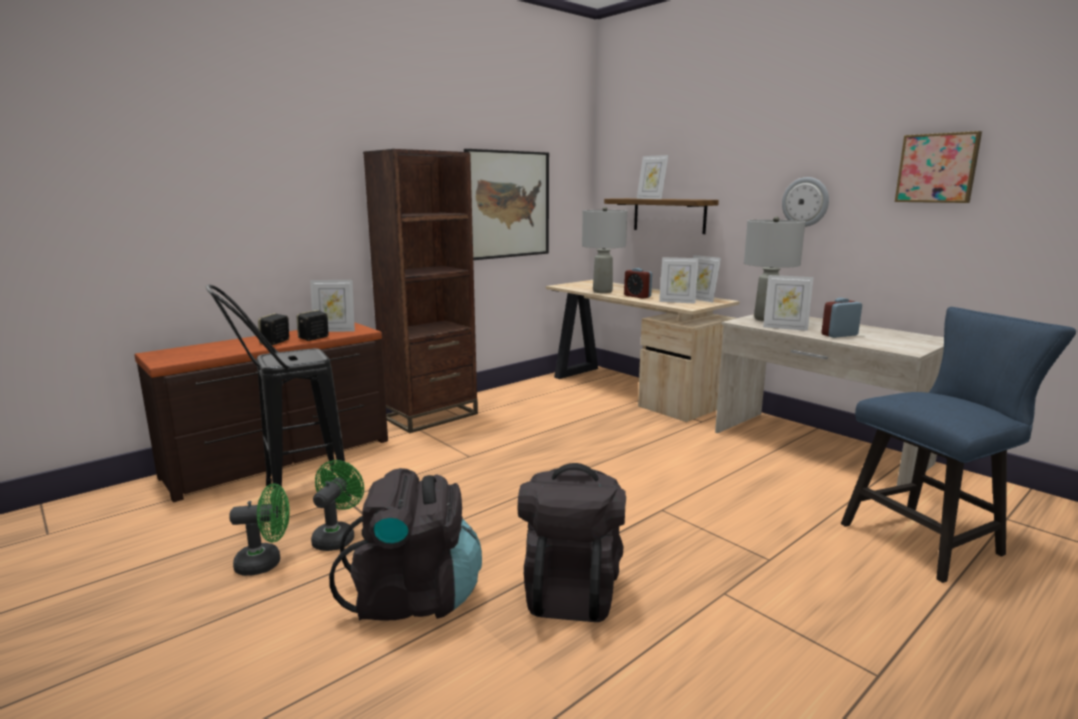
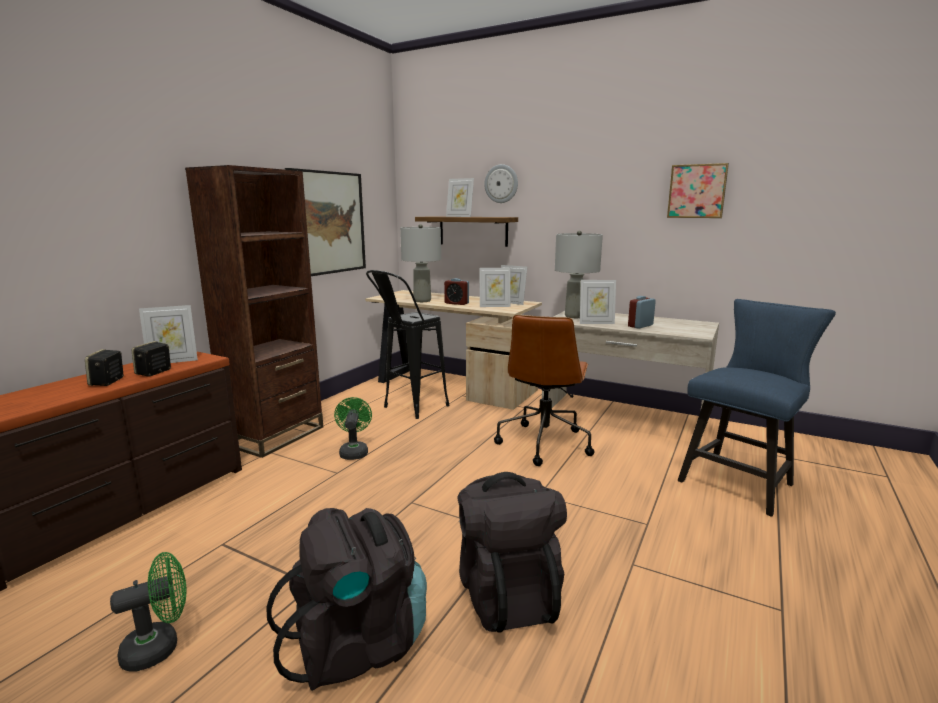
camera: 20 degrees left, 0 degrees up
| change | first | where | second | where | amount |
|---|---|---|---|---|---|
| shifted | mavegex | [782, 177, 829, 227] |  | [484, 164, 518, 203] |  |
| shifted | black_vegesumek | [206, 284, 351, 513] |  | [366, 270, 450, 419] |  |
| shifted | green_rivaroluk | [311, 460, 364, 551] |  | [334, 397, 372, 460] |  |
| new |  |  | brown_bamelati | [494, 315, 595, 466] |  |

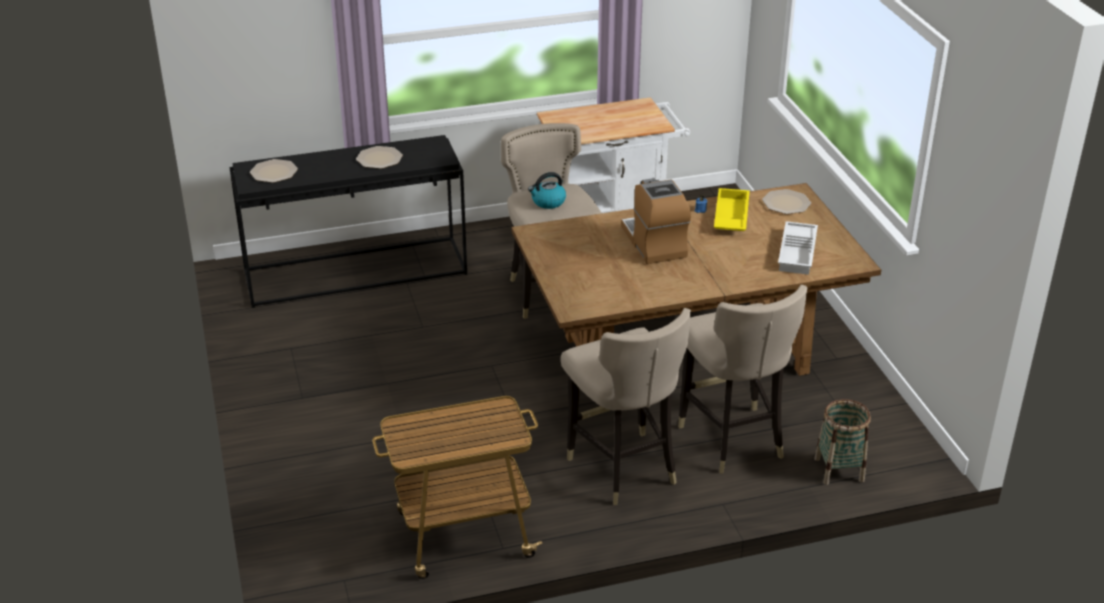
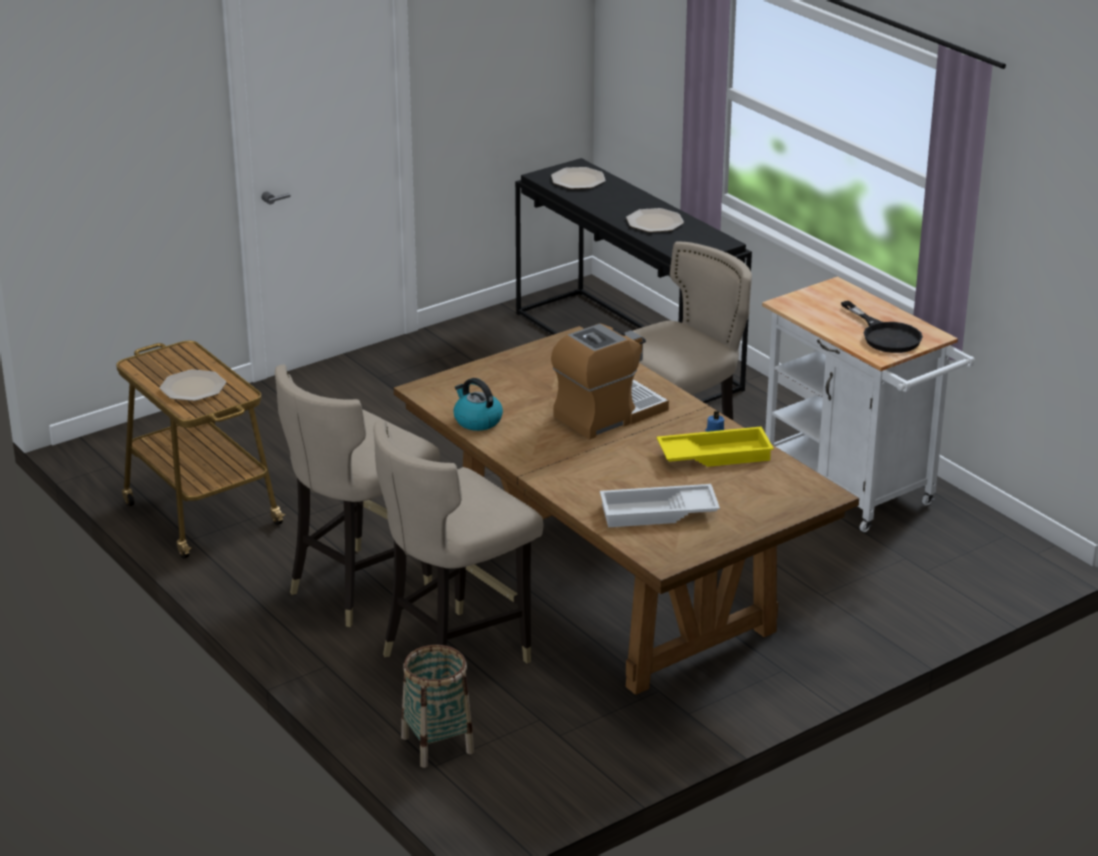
camera: 70 degrees right, 5 degrees down
| change | first | where | second | where | amount |
|---|---|---|---|---|---|
| shifted | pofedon | [528, 172, 566, 209] |  | [453, 378, 503, 431] |  |
| shifted | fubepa | [762, 189, 811, 214] |  | [160, 369, 226, 401] |  |
| new |  |  | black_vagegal | [841, 301, 923, 353] |  |

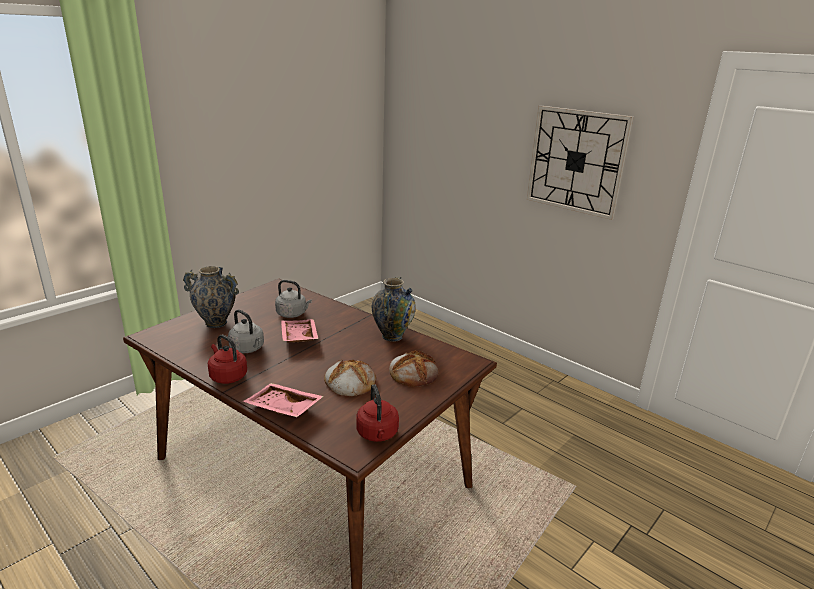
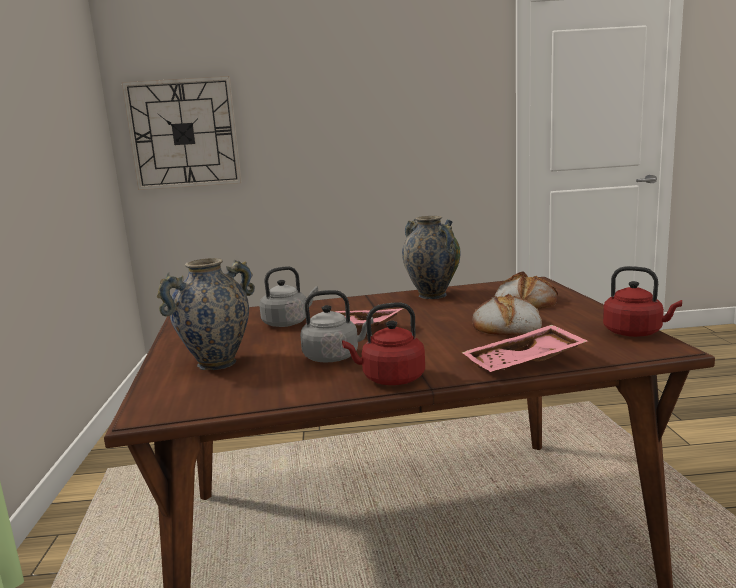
camera: 45 degrees left, 10 degrees down
| change | first | where | second | where | amount |
|---|---|---|---|---|---|
| shifted | mavegex | [527, 106, 634, 220] |  | [122, 76, 242, 190] |  |

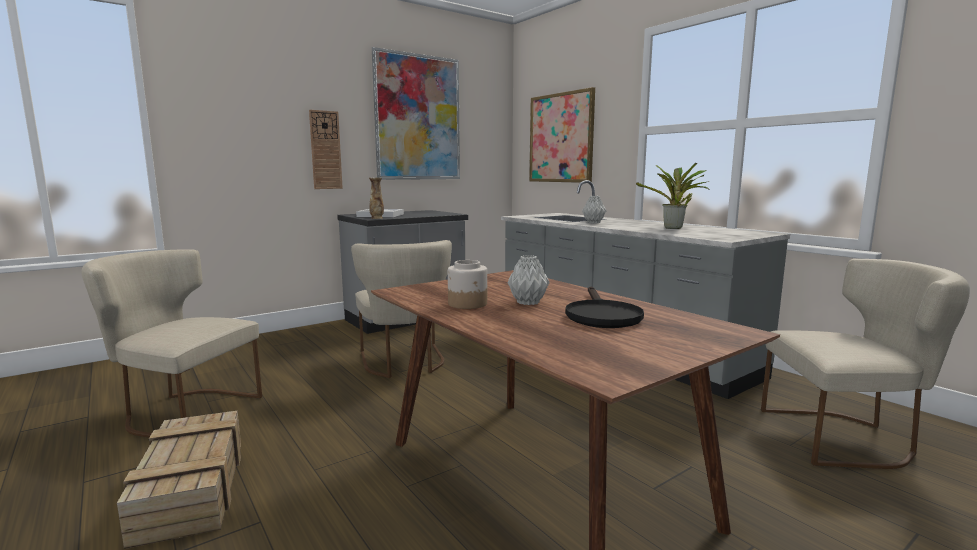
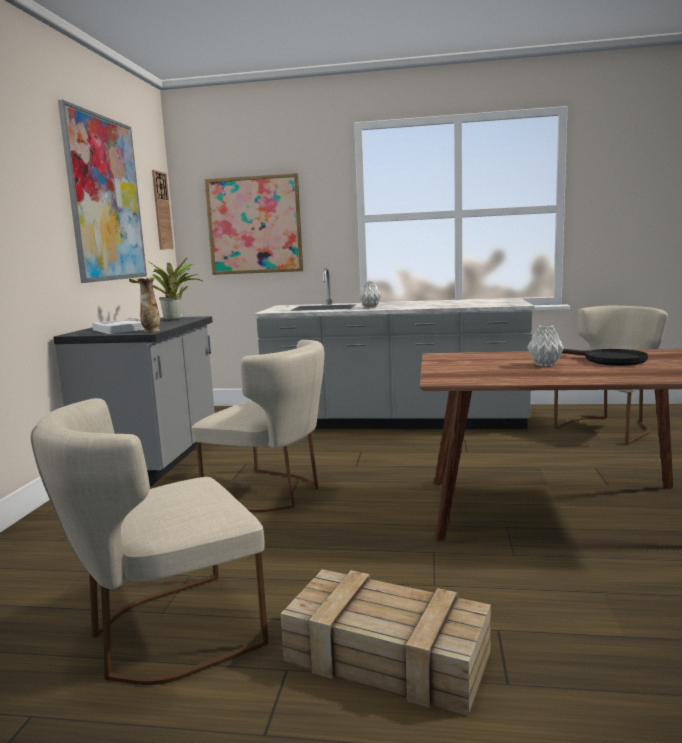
camera: 45 degrees left, 0 degrees up
| change | first | where | second | where | amount |
|---|---|---|---|---|---|
| shifted | mavegex | [309, 110, 343, 189] |  | [152, 170, 174, 249] |  |
| shifted | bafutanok | [636, 163, 710, 229] |  | [129, 258, 202, 320] |  |
| gone | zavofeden | [448, 260, 487, 309] |  |  |  |

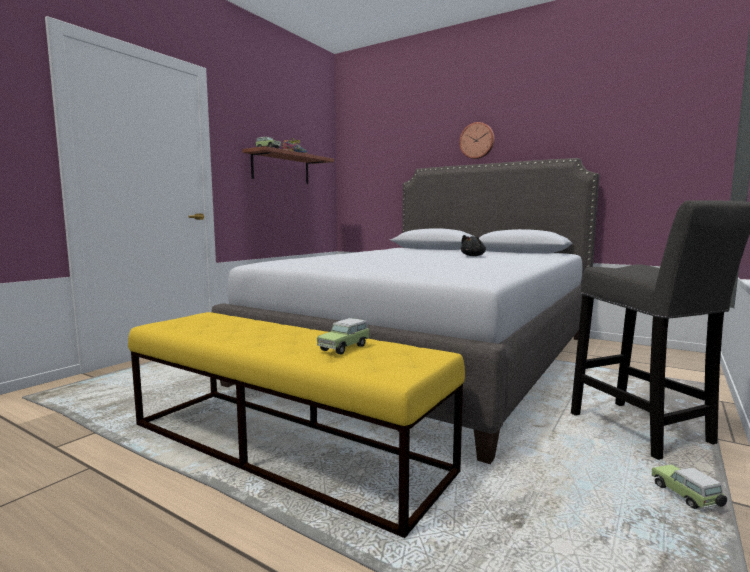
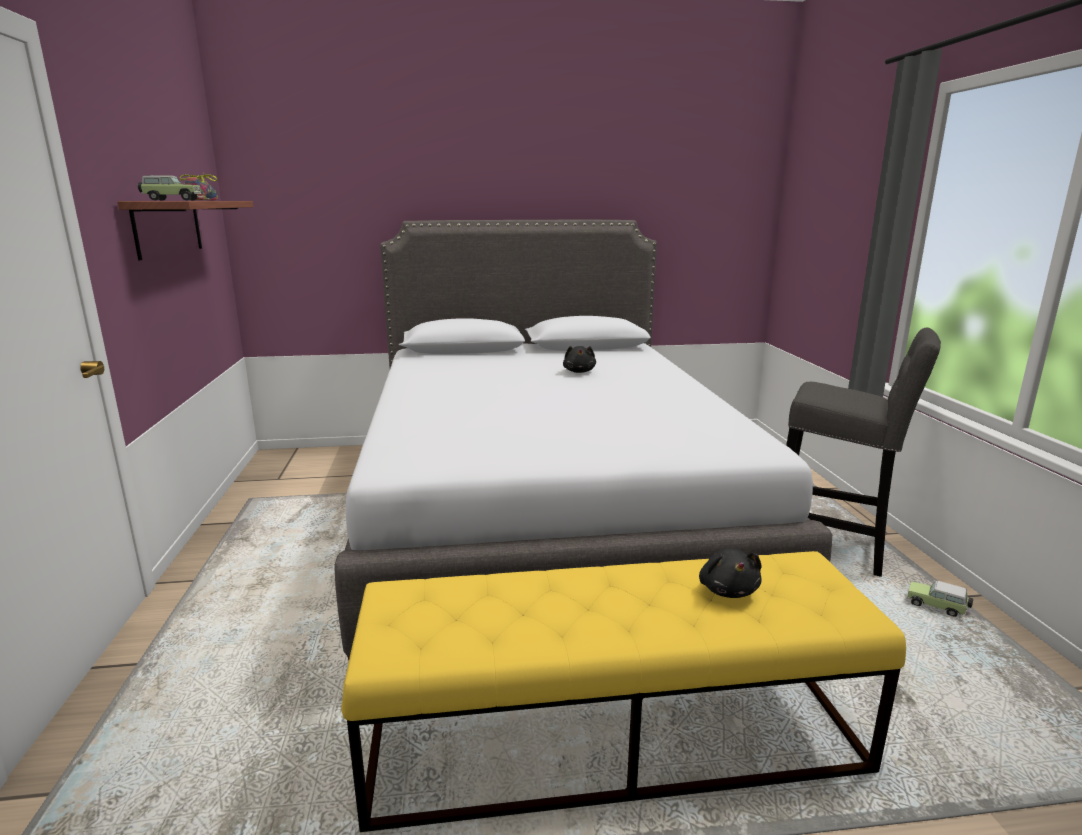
camera: 40 degrees left, 10 degrees up
| change | first | where | second | where | amount |
|---|---|---|---|---|---|
| gone | mavegex | [459, 122, 494, 159] |  |  |  |
| swapped | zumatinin | [317, 318, 370, 354] | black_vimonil | [699, 548, 762, 598] |  |

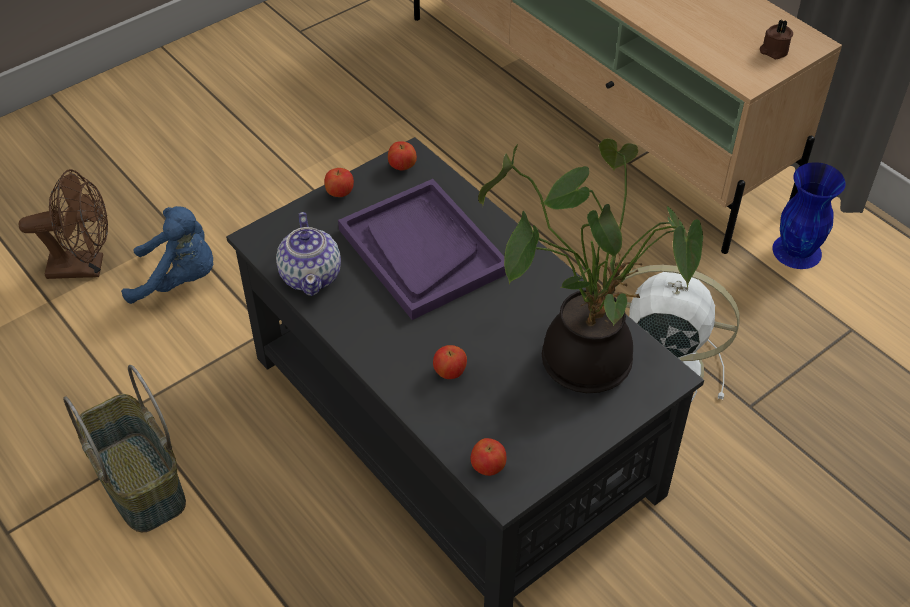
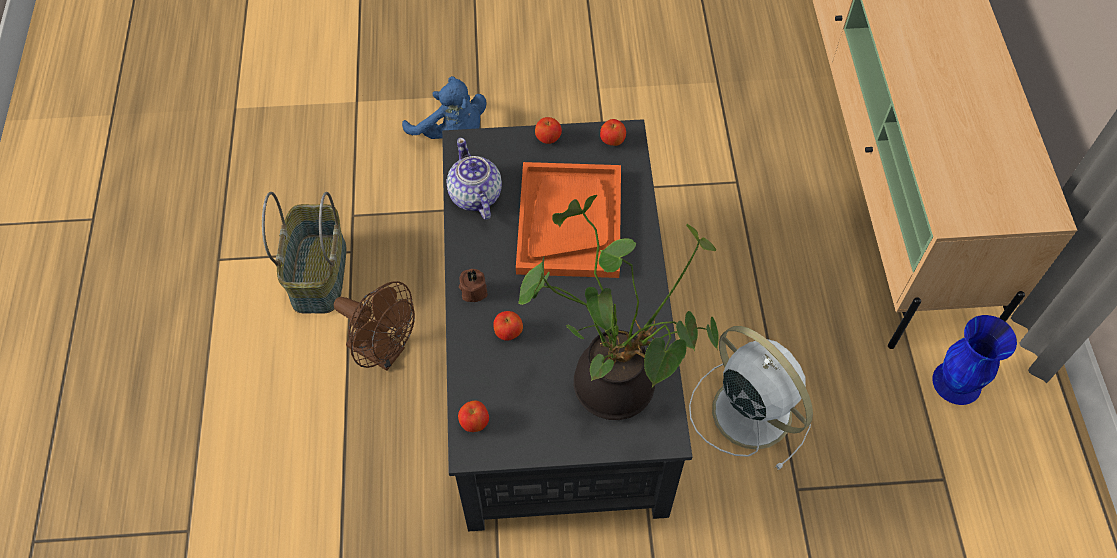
camera: 35 degrees right, 10 degrees up
| change | first | where | second | where | amount |
|---|---|---|---|---|---|
| shifted | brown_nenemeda | [760, 20, 793, 59] |  | [459, 269, 488, 302] |  |
| shifted | brown_rivaroluk | [19, 169, 108, 279] |  | [334, 281, 415, 371] |  |
| repainted | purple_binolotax | [338, 179, 506, 320] | orange_binolotax | [516, 162, 621, 278] |  |
| rotated | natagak | [276, 212, 341, 296] |  | [447, 138, 502, 220] | 135 degrees clockwise |

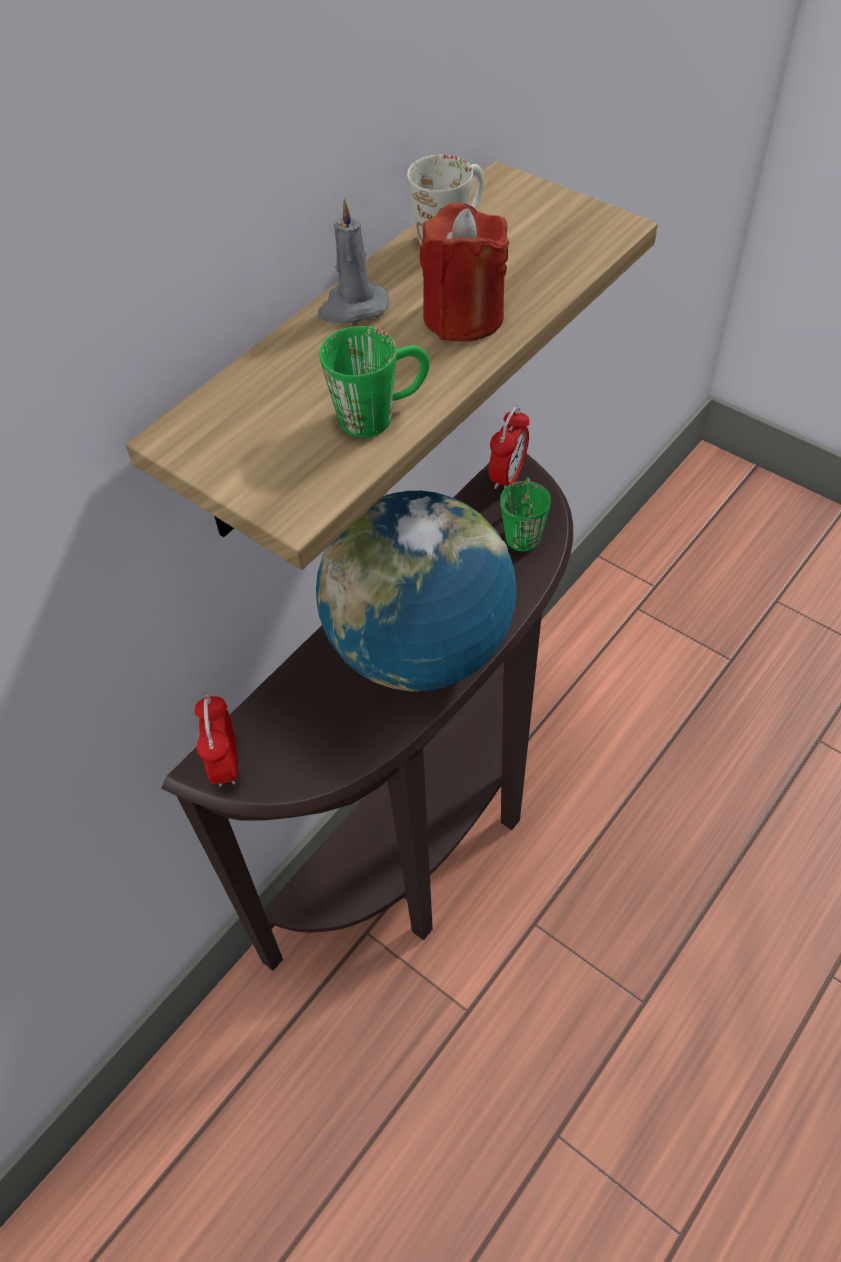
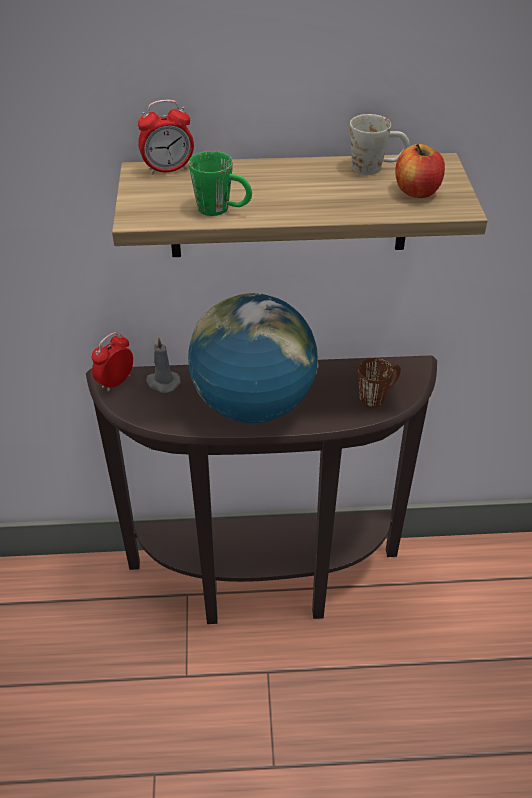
camera: 45 degrees right, 10 degrees down
| change | first | where | second | where | amount |
|---|---|---|---|---|---|
| shifted | grey_nenemeda | [318, 199, 389, 323] |  | [146, 337, 181, 393] |  |
| gone | red_nenemeda | [419, 203, 509, 342] |  |  |  |
| shifted | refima | [489, 407, 530, 489] |  | [138, 100, 194, 175] |  |
| repainted | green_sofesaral | [500, 477, 551, 551] | brown_sofesaral | [358, 358, 401, 408] |  |
| new |  |  | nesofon | [395, 144, 445, 198] |  |

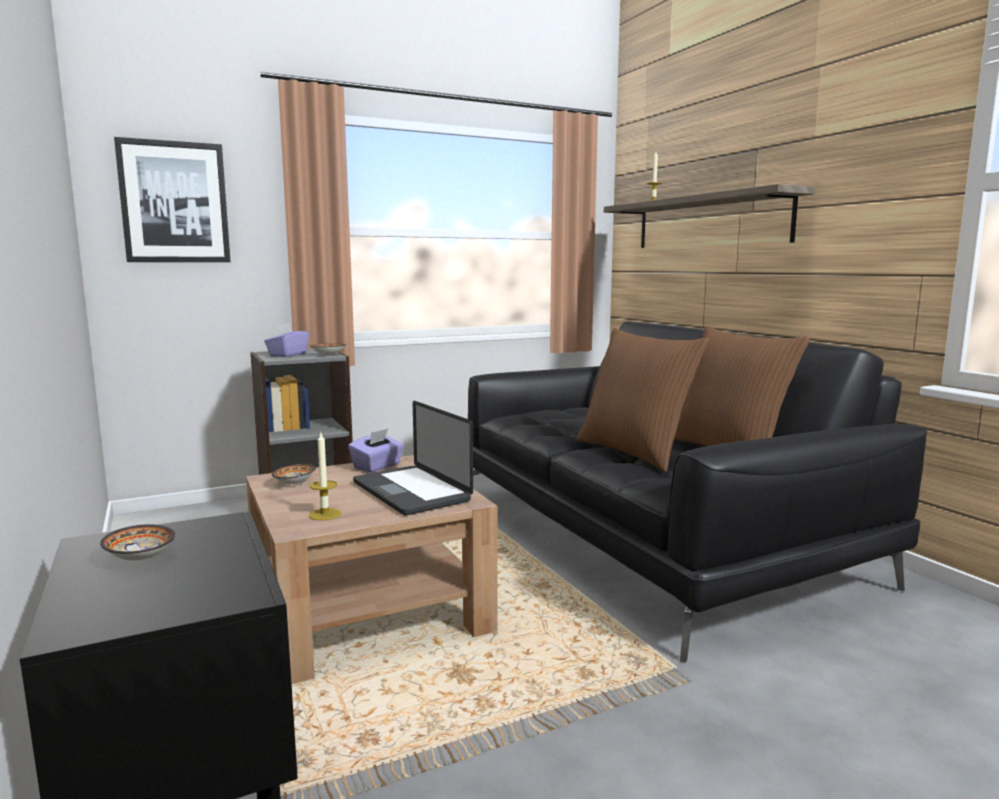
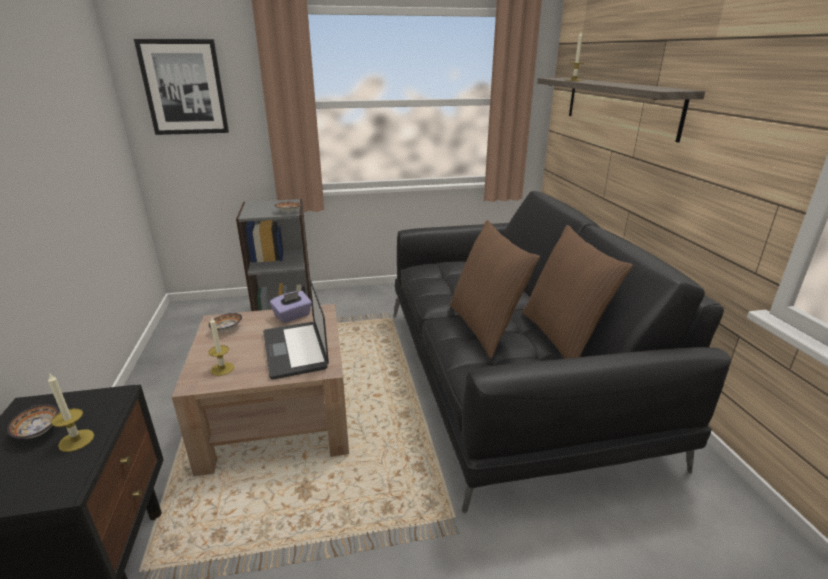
camera: 15 degrees right, 15 degrees up
| change | first | where | second | where | amount |
|---|---|---|---|---|---|
| gone | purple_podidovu | [264, 323, 309, 357] |  |  |  |
| new |  |  | nenemeda | [48, 372, 94, 452] |  |

